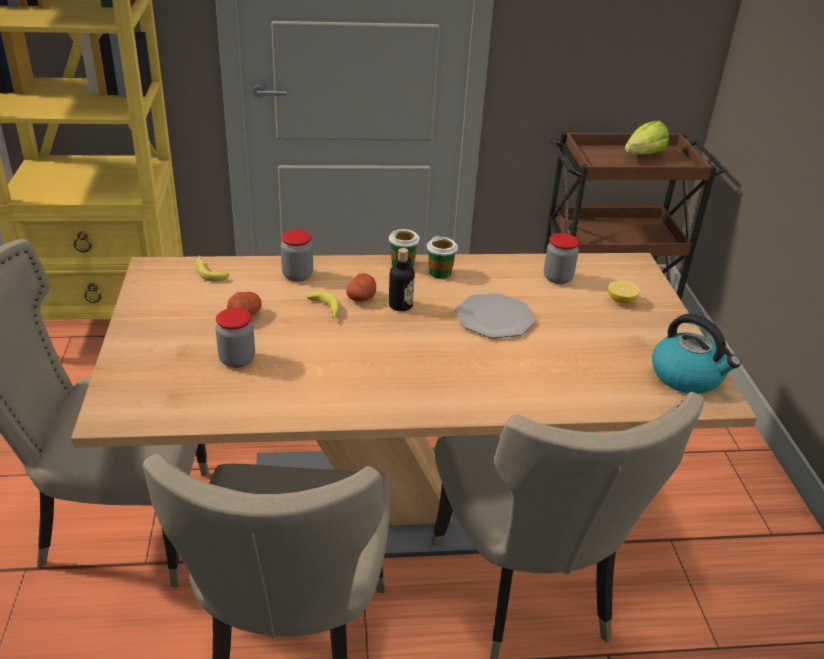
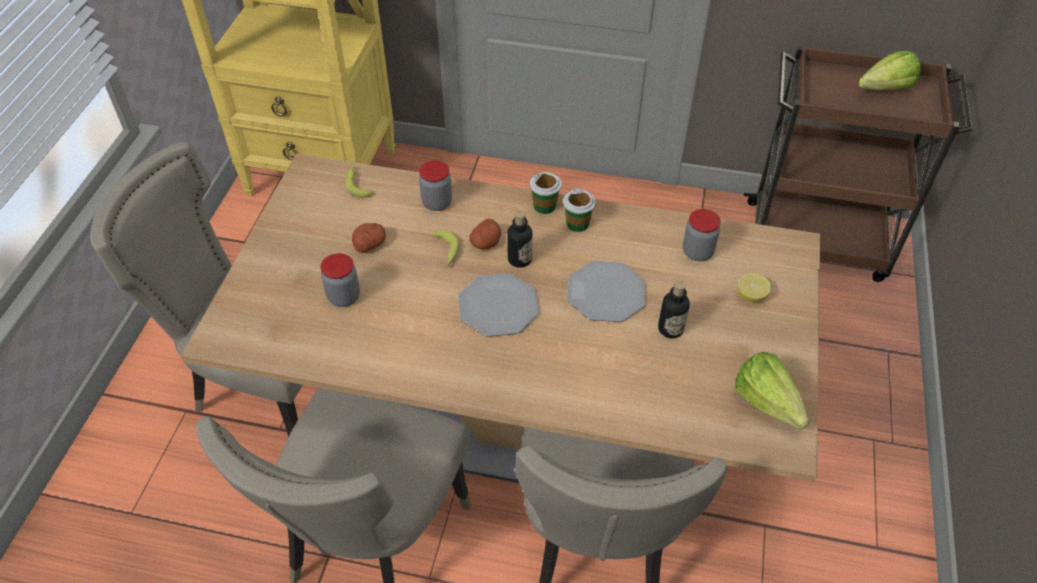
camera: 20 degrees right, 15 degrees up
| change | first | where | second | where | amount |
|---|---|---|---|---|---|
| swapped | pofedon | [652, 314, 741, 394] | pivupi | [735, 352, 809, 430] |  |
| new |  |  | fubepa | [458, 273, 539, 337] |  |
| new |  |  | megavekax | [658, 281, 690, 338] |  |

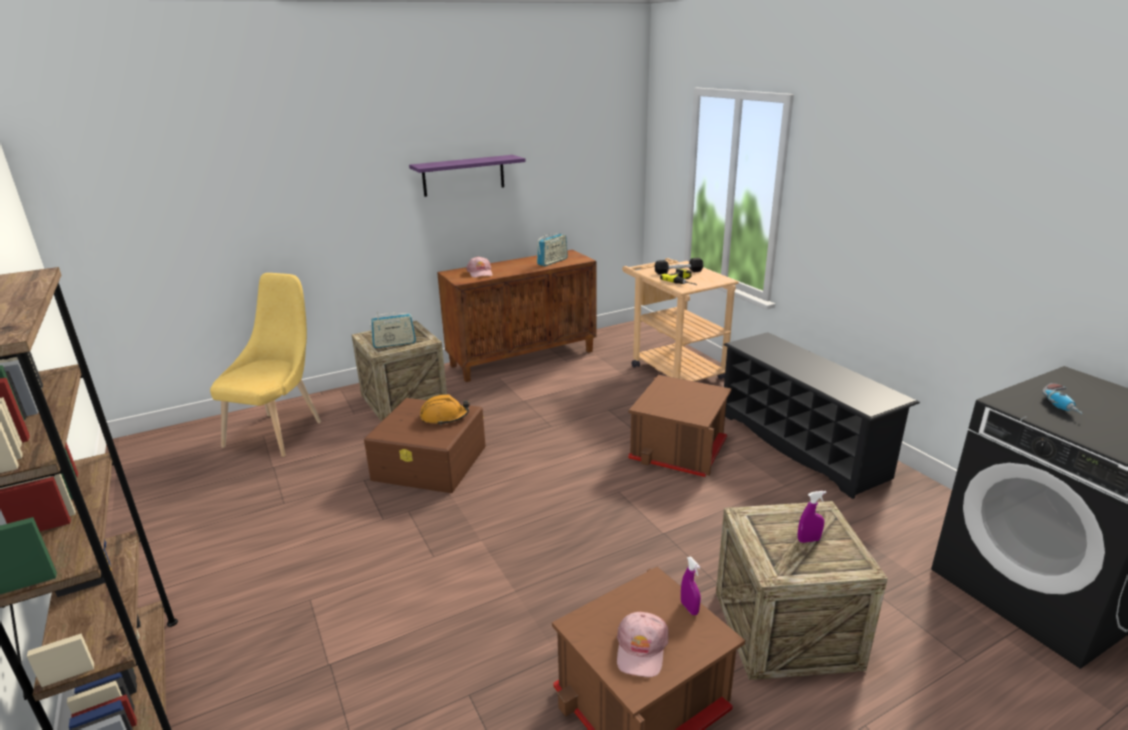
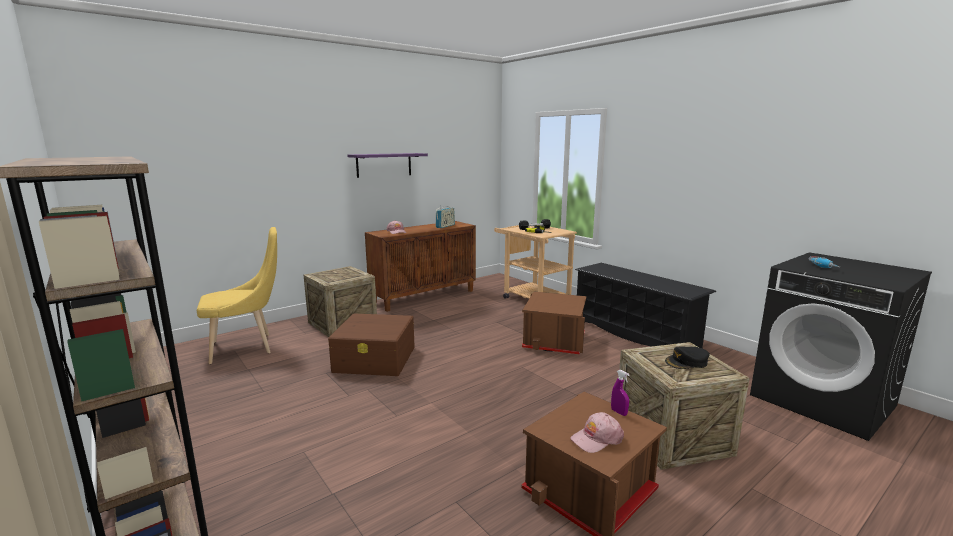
camera: 10 degrees left, 10 degrees down
| change | first | where | second | where | amount |
|---|---|---|---|---|---|
| rotated | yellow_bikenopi | [210, 273, 321, 457] |  | [197, 227, 277, 364] | 60 degrees clockwise |
| gone | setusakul | [370, 312, 416, 348] |  |  |  |
| gone | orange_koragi | [420, 395, 470, 425] |  |  |  |
| swapped | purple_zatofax | [798, 491, 827, 543] | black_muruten | [665, 346, 710, 369] |  |
| rotated | pink_muruten | [617, 612, 668, 677] |  | [570, 412, 624, 453] | 60 degrees clockwise |

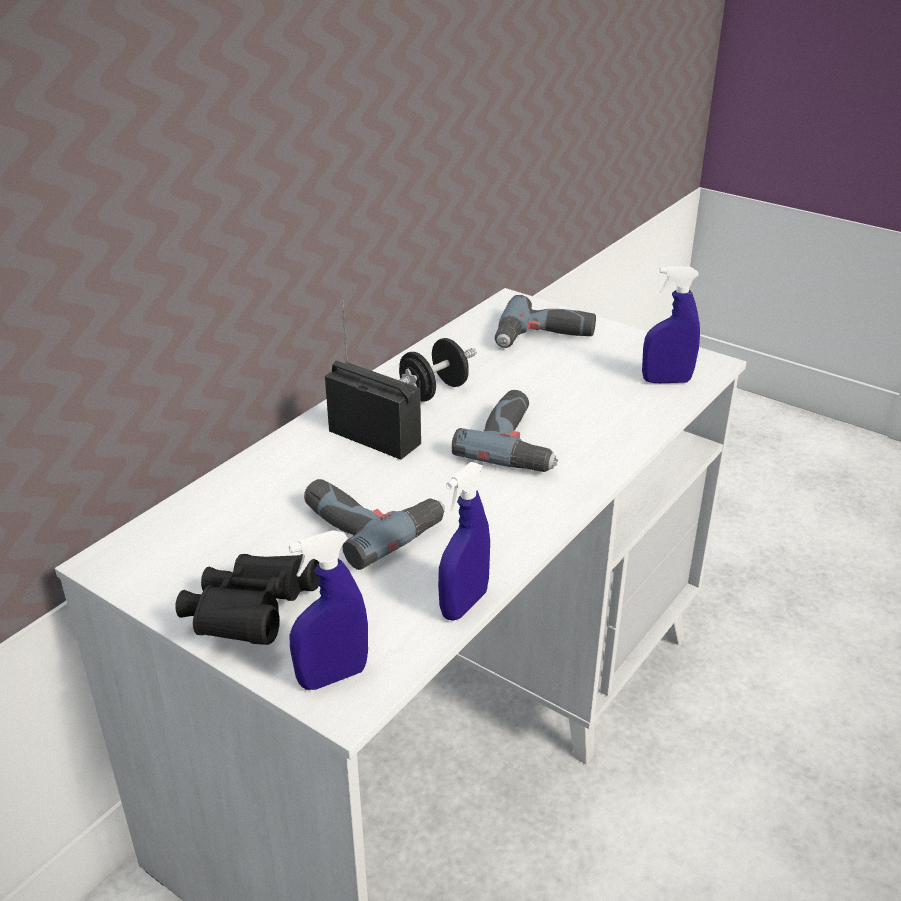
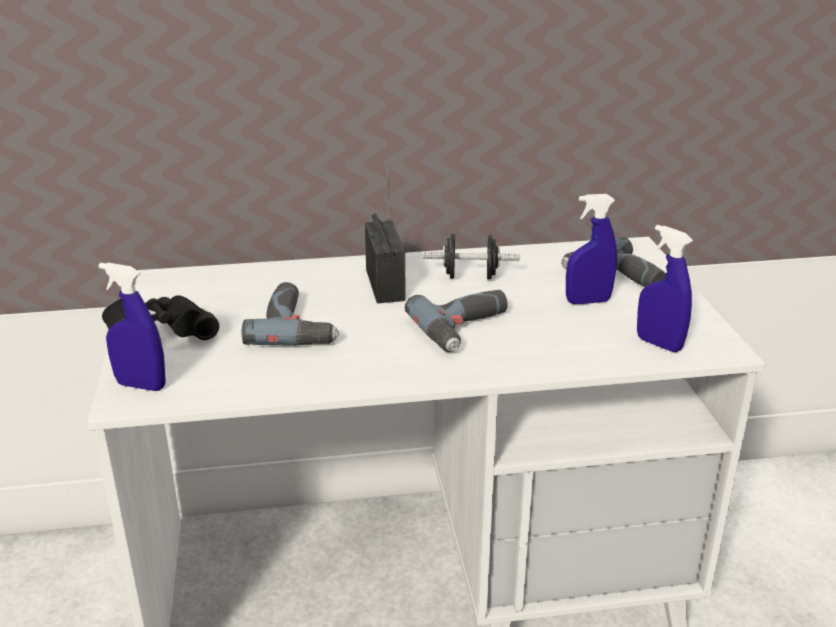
camera: 45 degrees right, 5 degrees down
| change | first | where | second | where | amount |
|---|---|---|---|---|---|
| shifted | blue_zatofax | [438, 462, 490, 621] |  | [566, 194, 617, 304] |  |

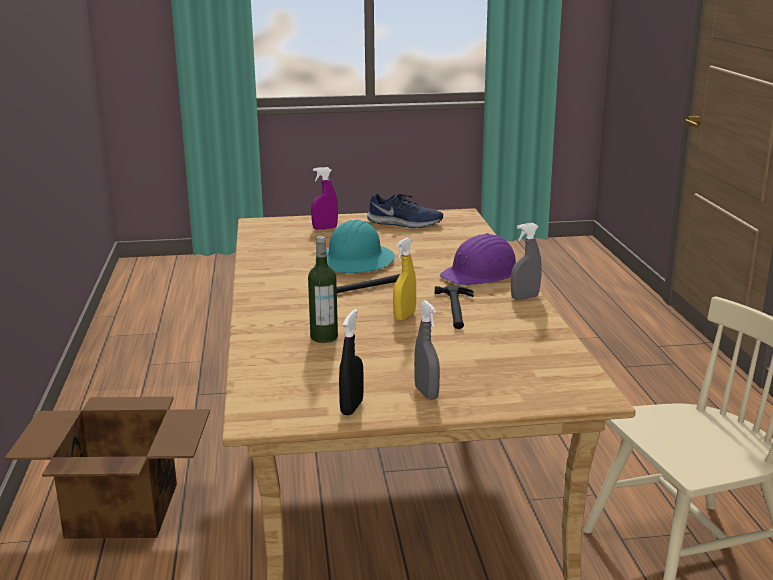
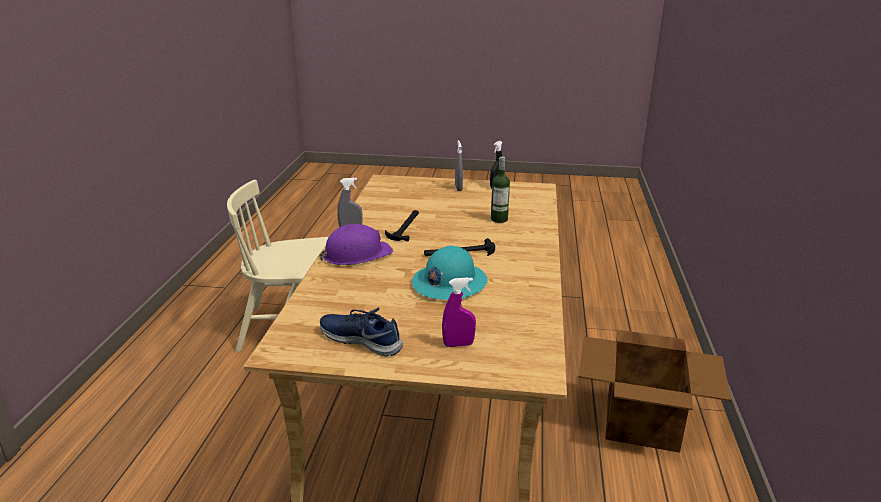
camera: 165 degrees left, 5 degrees up
| change | first | where | second | where | amount |
|---|---|---|---|---|---|
| gone | yellow_zatofax | [393, 238, 416, 321] |  |  |  |

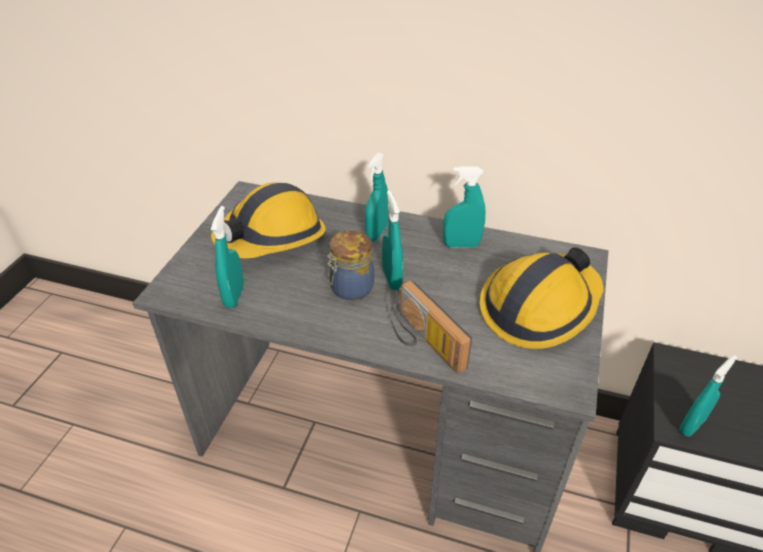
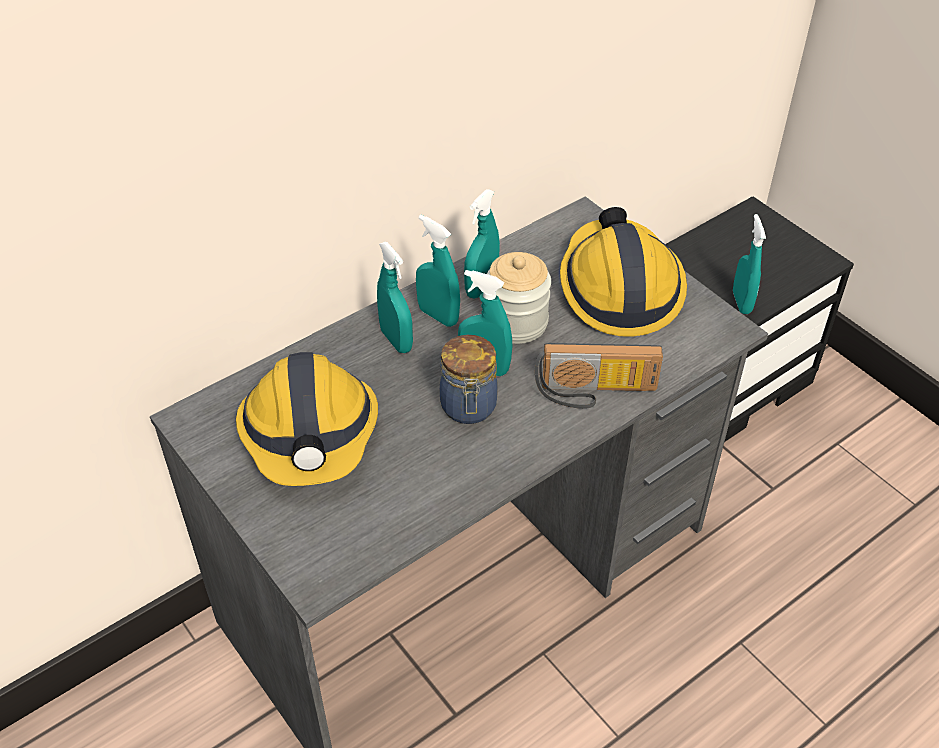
camera: 55 degrees left, 5 degrees up
| change | first | where | second | where | amount |
|---|---|---|---|---|---|
| shifted | turquoise_zatofax | [211, 206, 244, 308] |  | [416, 215, 460, 327] |  |
| new |  |  | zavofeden | [487, 252, 551, 344] |  |

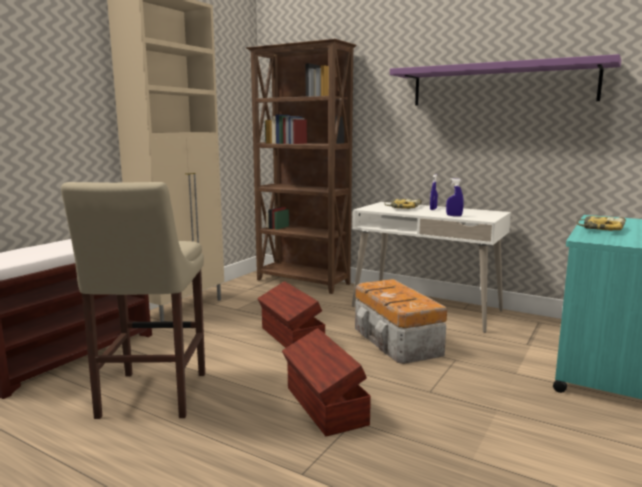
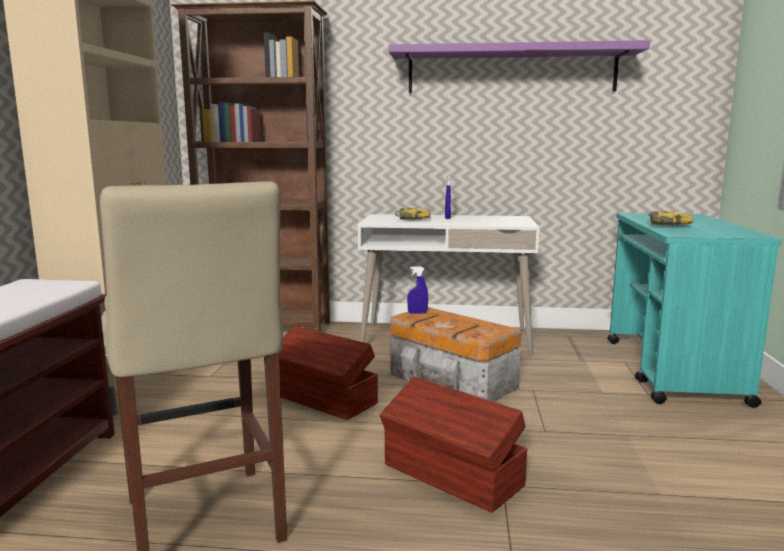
camera: 25 degrees left, 0 degrees up
| change | first | where | second | where | amount |
|---|---|---|---|---|---|
| shifted | blue_zatofax | [446, 178, 464, 216] |  | [407, 266, 428, 314] |  |

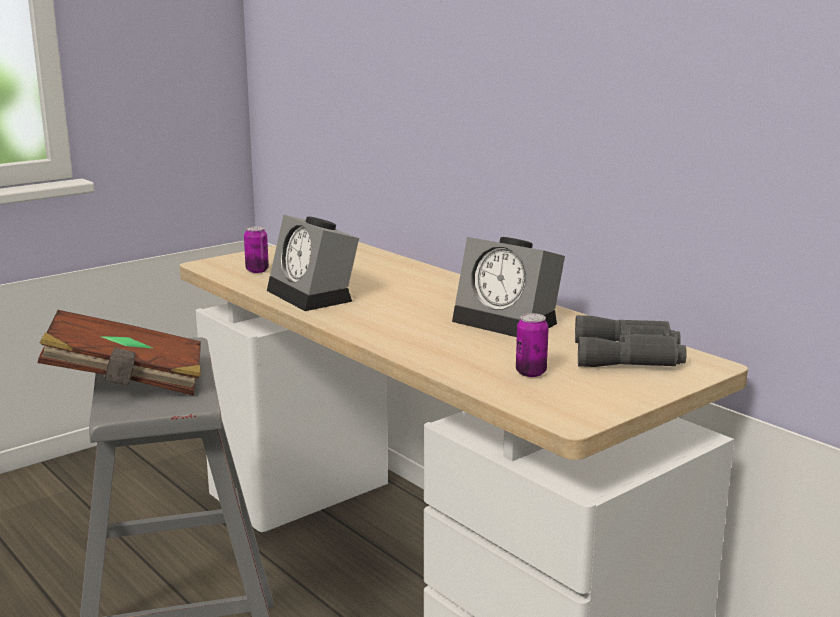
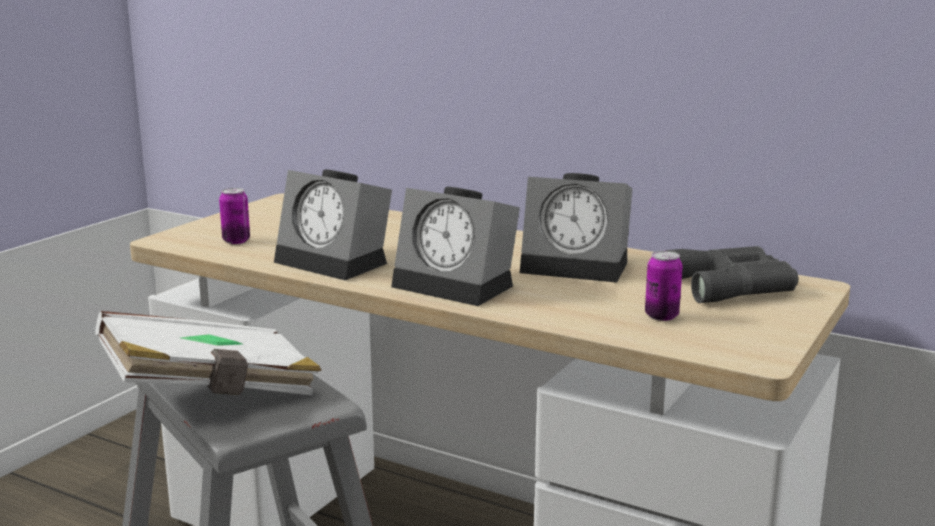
camera: 20 degrees left, 0 degrees up
| change | first | where | second | where | amount |
|---|---|---|---|---|---|
| repainted | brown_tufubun | [37, 310, 201, 396] | white_tufubun | [95, 311, 322, 395] |  |
| new |  |  | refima | [391, 187, 520, 306] |  |

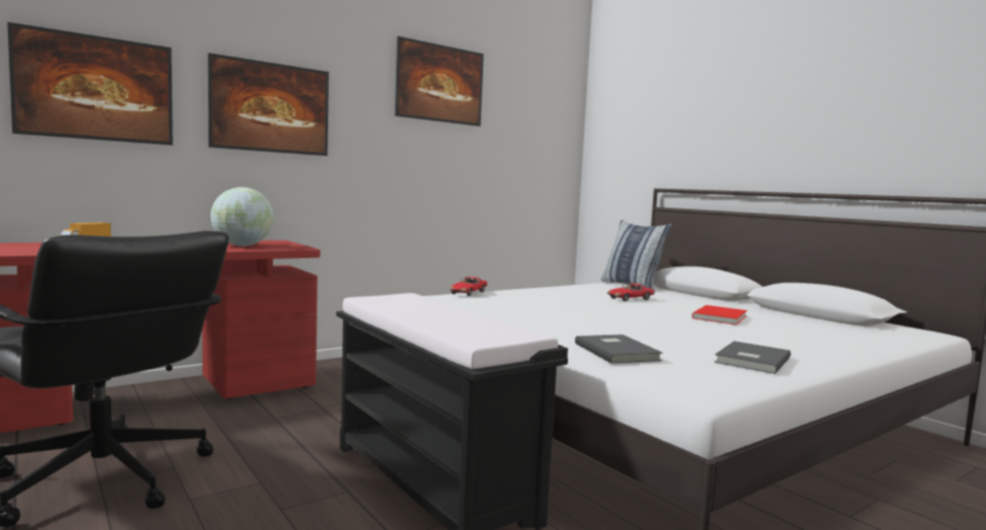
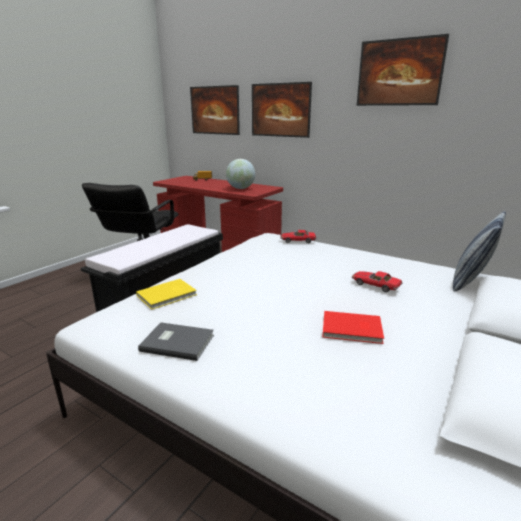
camera: 70 degrees right, 15 degrees up
| change | first | where | second | where | amount |
|---|---|---|---|---|---|
| repainted | grey_tufubun | [575, 334, 663, 364] | yellow_tufubun | [136, 279, 197, 309] |  |

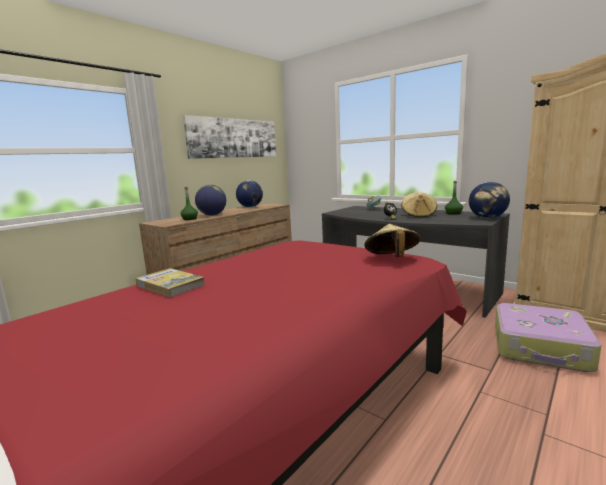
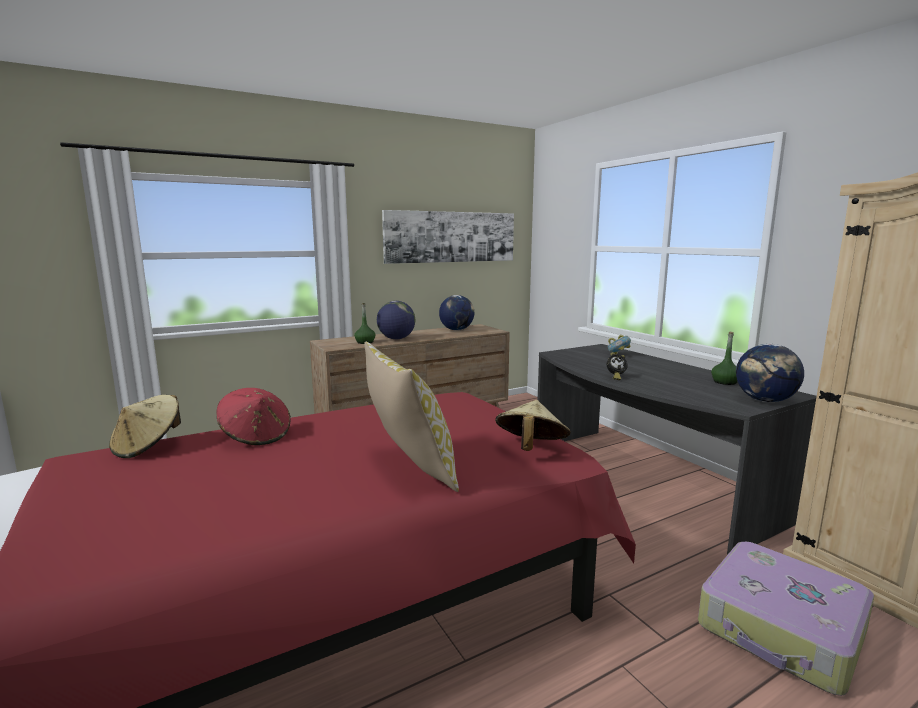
camera: 20 degrees right, 0 degrees up
| change | first | where | second | where | amount |
|---|---|---|---|---|---|
| shifted | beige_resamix | [401, 192, 437, 218] |  | [109, 395, 181, 458] |  |
| swapped | tufubun | [135, 268, 205, 298] | red_resamix | [217, 388, 291, 445] |  |
| new |  |  | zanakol | [364, 342, 459, 492] |  |

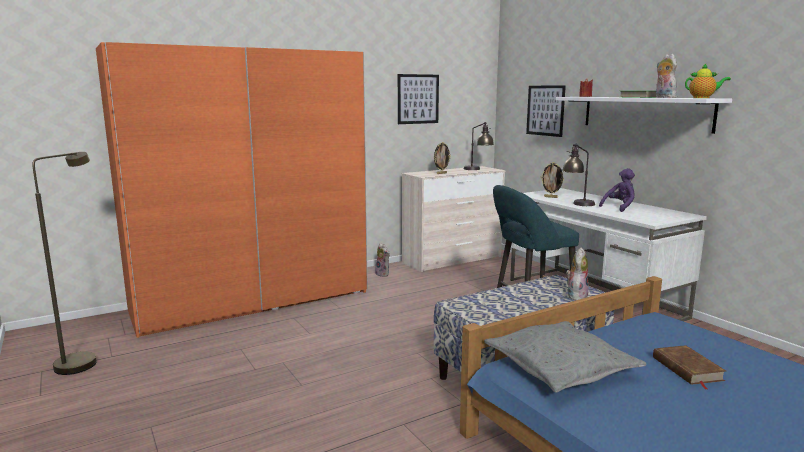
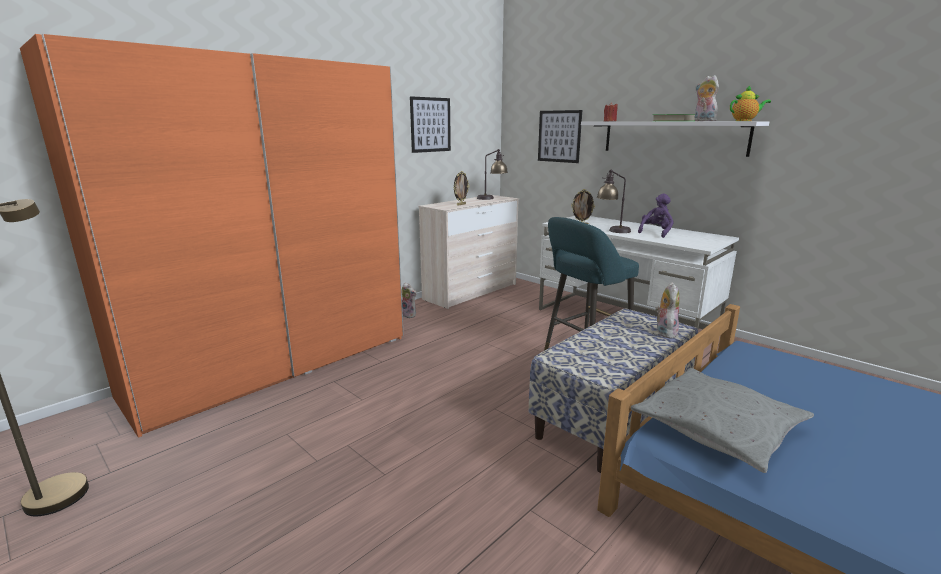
camera: 15 degrees left, 5 degrees up
| change | first | where | second | where | amount |
|---|---|---|---|---|---|
| gone | brown_tufubun | [653, 345, 726, 390] |  |  |  |

